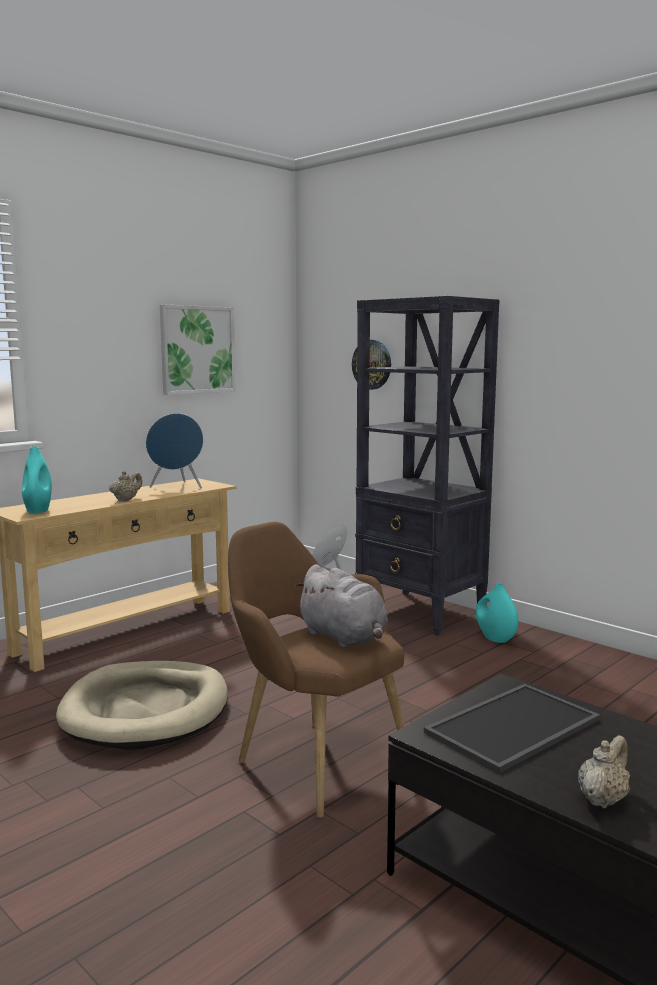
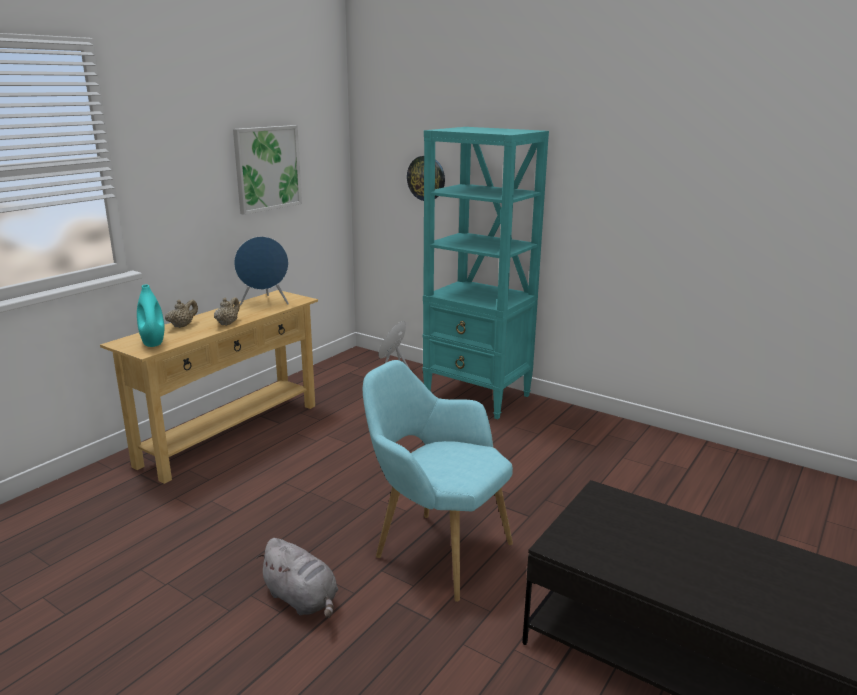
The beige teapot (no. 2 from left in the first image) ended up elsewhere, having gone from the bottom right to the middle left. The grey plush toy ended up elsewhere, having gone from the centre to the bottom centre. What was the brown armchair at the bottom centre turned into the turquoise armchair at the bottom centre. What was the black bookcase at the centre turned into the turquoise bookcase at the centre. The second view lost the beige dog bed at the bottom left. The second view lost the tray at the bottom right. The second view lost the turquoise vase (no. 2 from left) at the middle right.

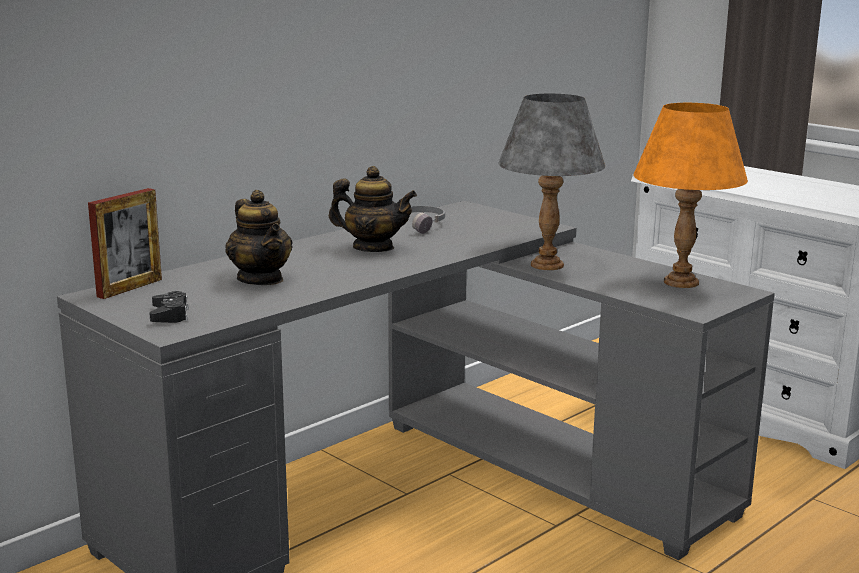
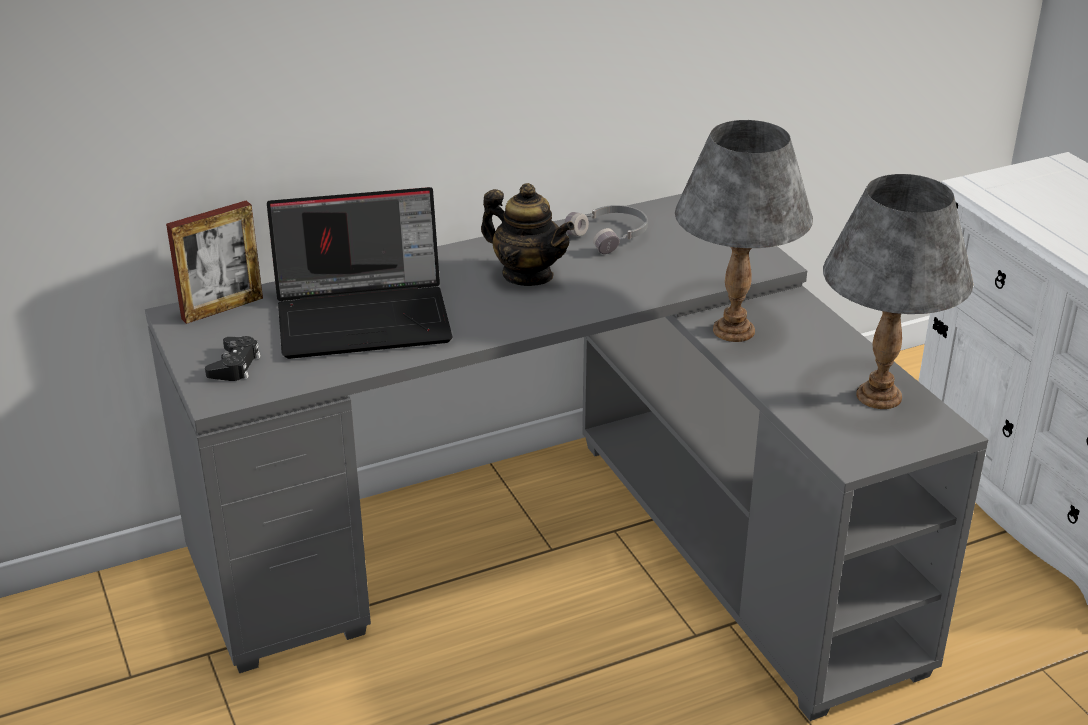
Where the teapot (no. 1 from left) stood at the middle left, the laptop came to stand at the middle left. What was the orange table lamp at the middle right turned into the grey table lamp (no. 2 from left) at the middle right.

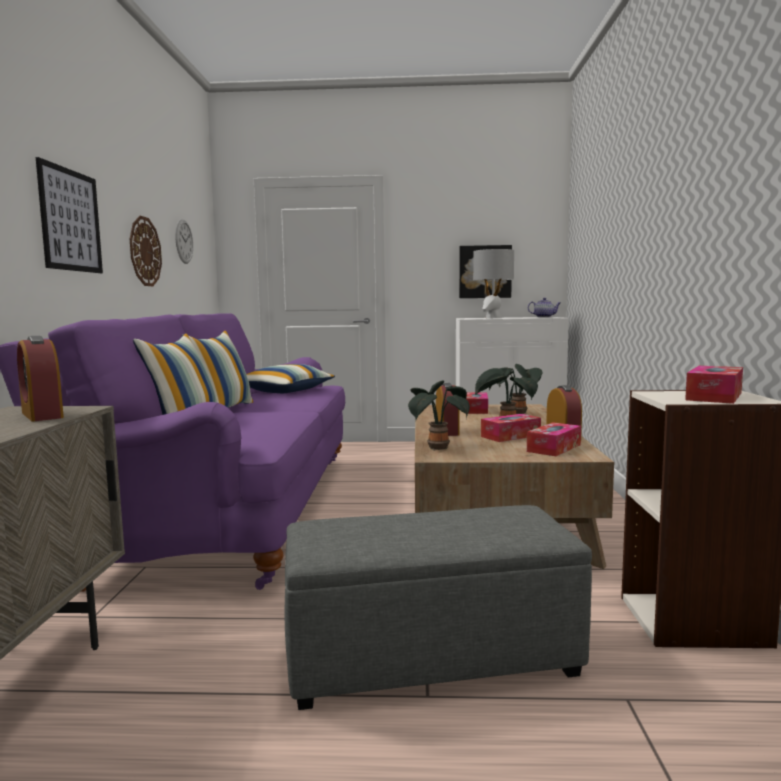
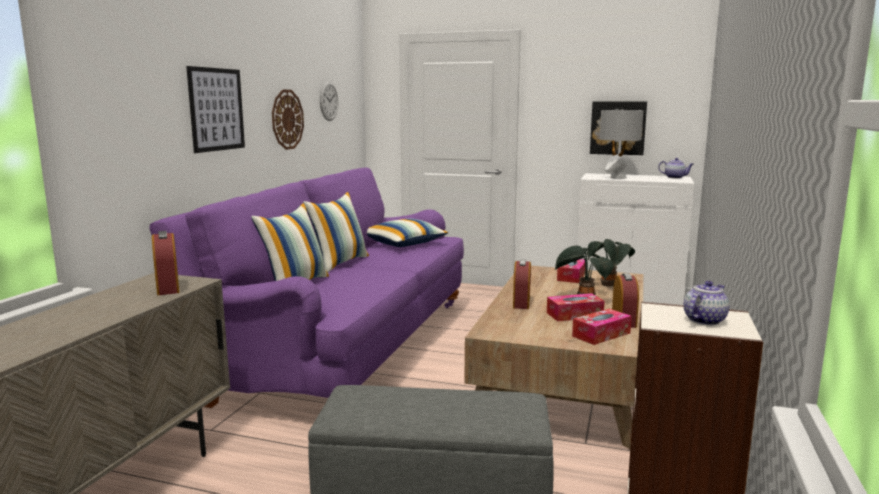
Where the tissue box (no. 4 from left) stood at the middle right, the teapot (no. 2 from left) came to stand at the middle right. The second view lost the potted plant (no. 1 from left) at the centre.

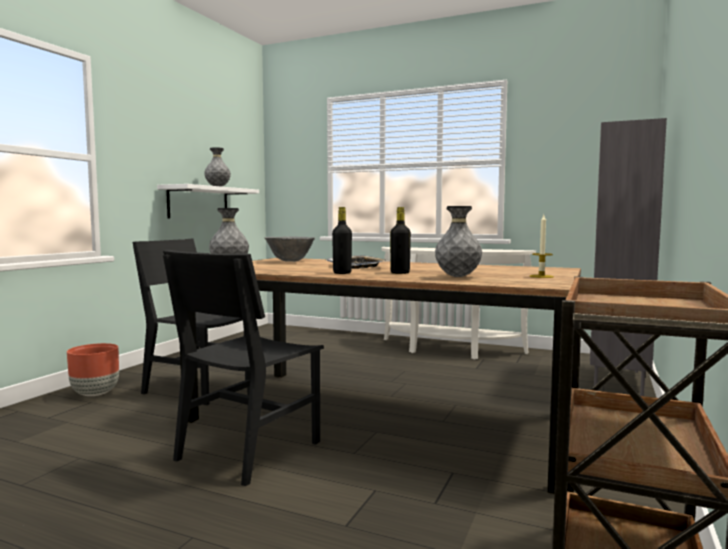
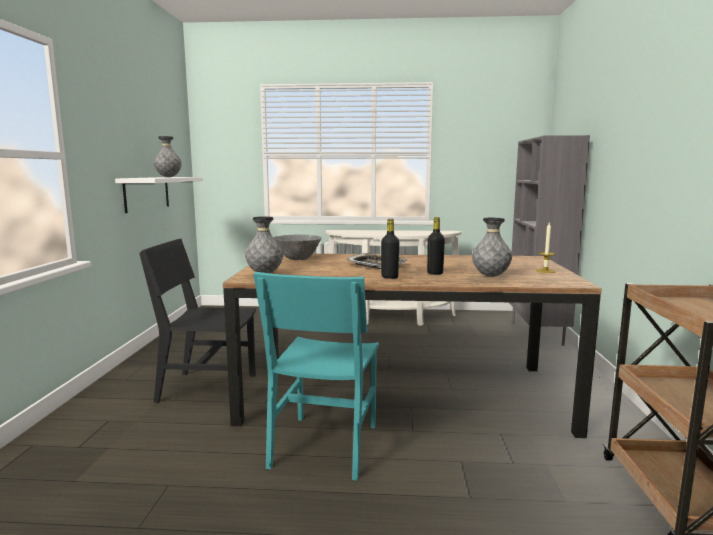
What was the black chair (no. 2 from left) at the bottom centre turned into the turquoise chair at the bottom centre. The second view lost the brown planter at the bottom left.

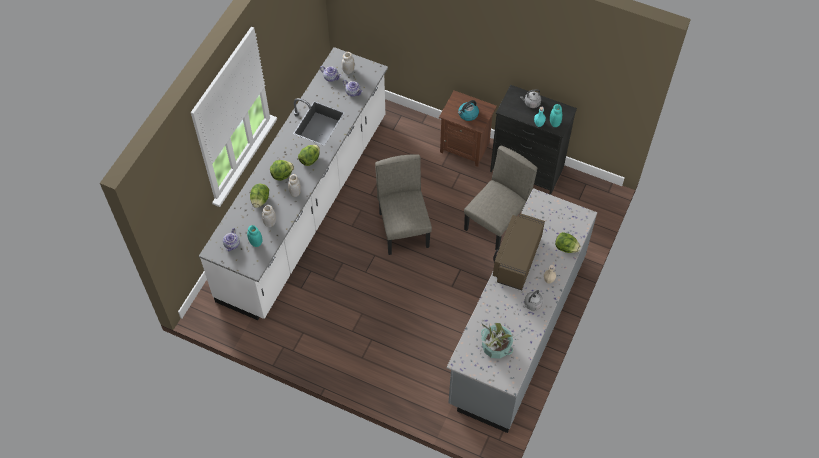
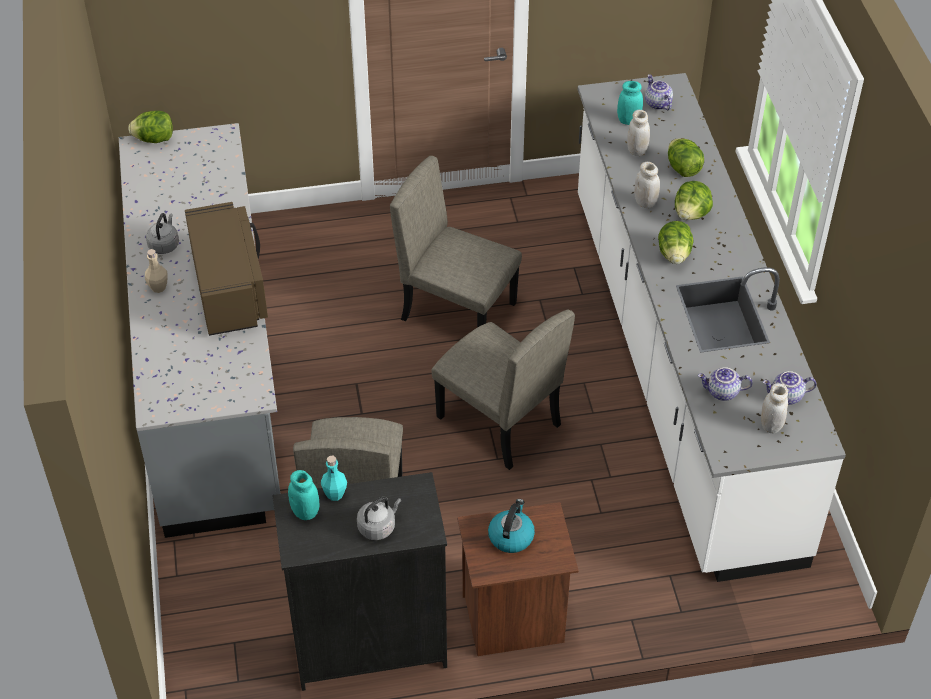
The lettuce (no. 4 from left in the first image) ended up elsewhere, having gone from the middle right to the top left. The second view gained the beige chair (no. 2 from left) at the centre. The second view lost the potted plant at the bottom centre.

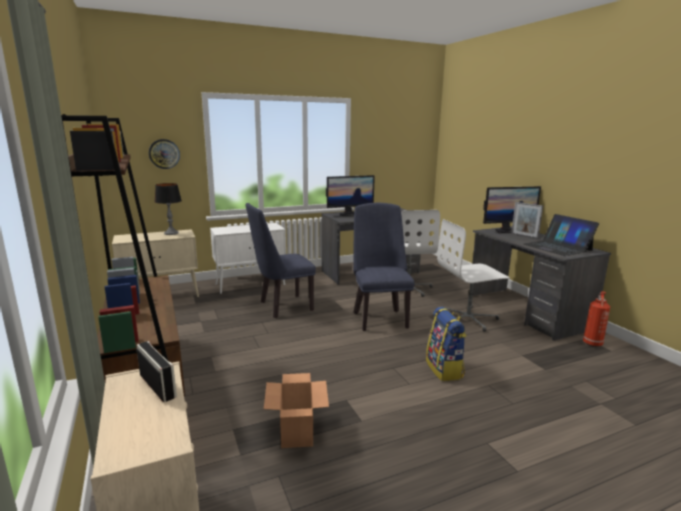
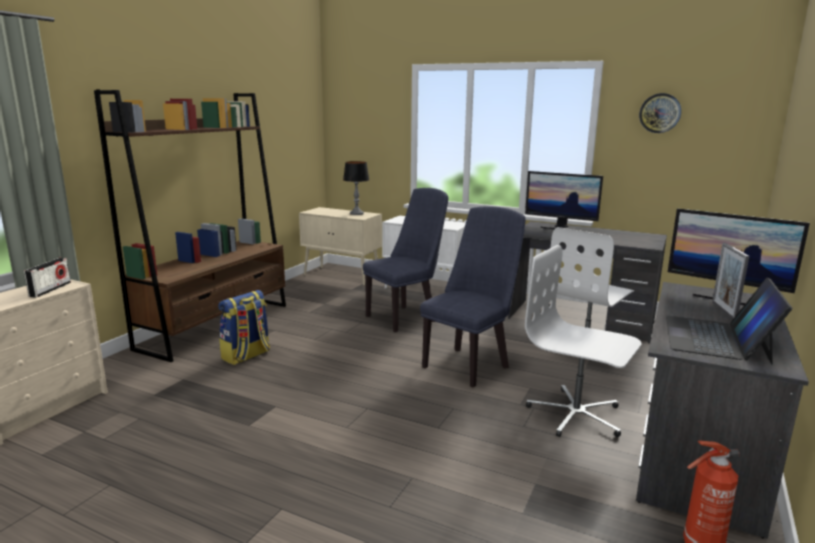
The backpack ended up elsewhere, having gone from the bottom centre to the middle left. The blue chair (no. 1 from left) at the centre ended up facing another way, 120 degrees clockwise from before. The wall clock ended up elsewhere, having gone from the top left to the top right. The second view lost the cardboard box at the bottom centre.

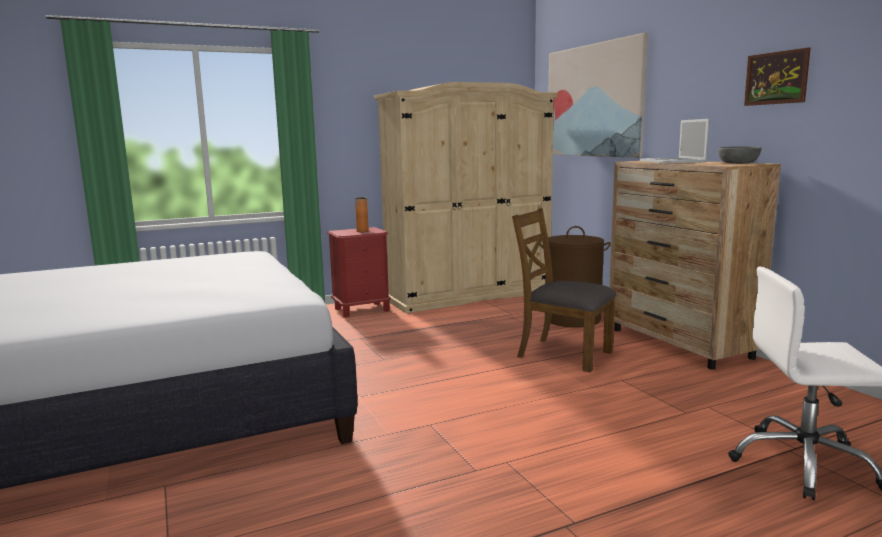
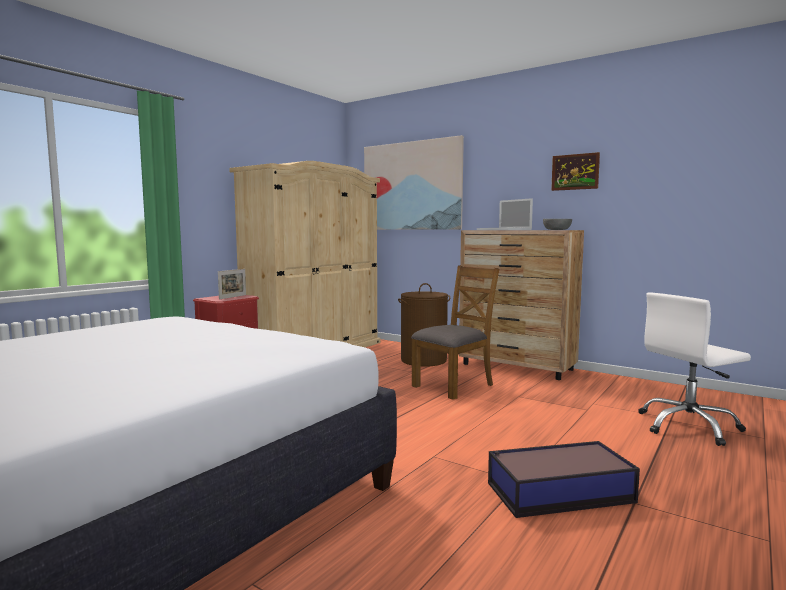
Where the orange vase stood at the centre, the picture frame came to stand at the middle left. The brown chair at the centre ended up facing another way, 135 degrees clockwise from before. The second view gained the storage box at the bottom right.

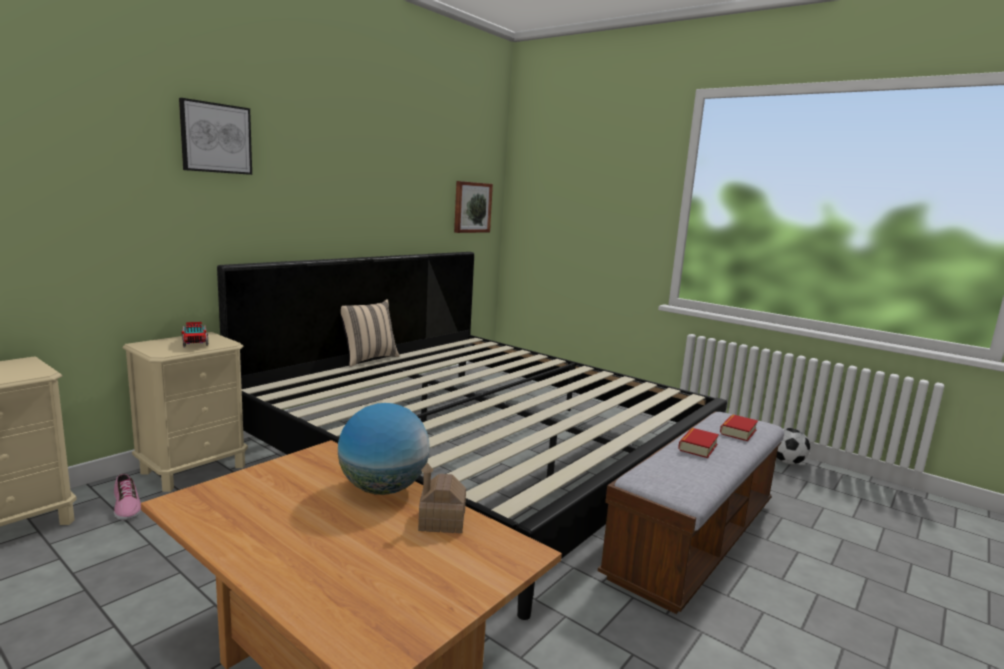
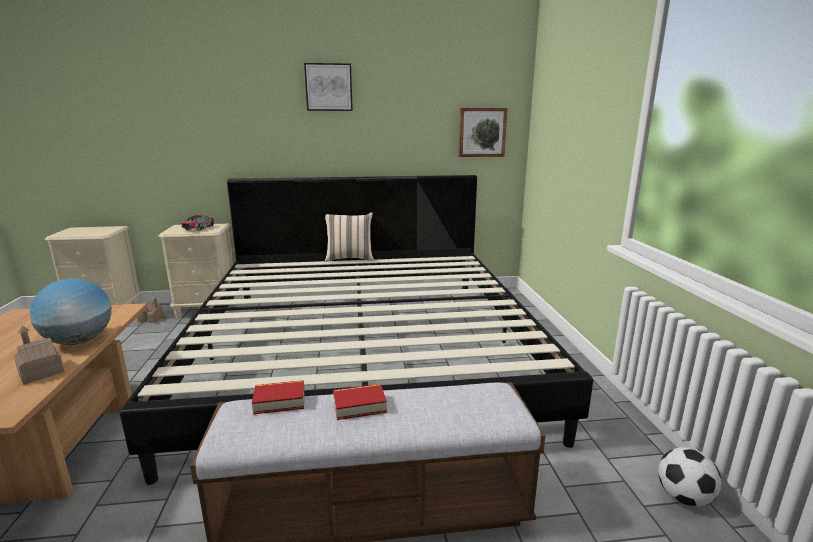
Where the shoe stood at the bottom left, the toy house (no. 2 from left) came to stand at the middle left. The book (no. 2 from left in the first image) ended up elsewhere, having gone from the middle right to the bottom centre. The picture (no. 1 from left) ended up elsewhere, having gone from the top left to the top centre.

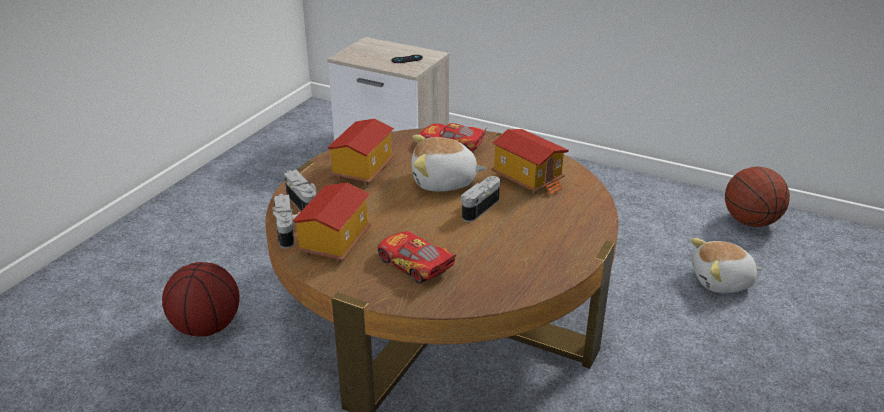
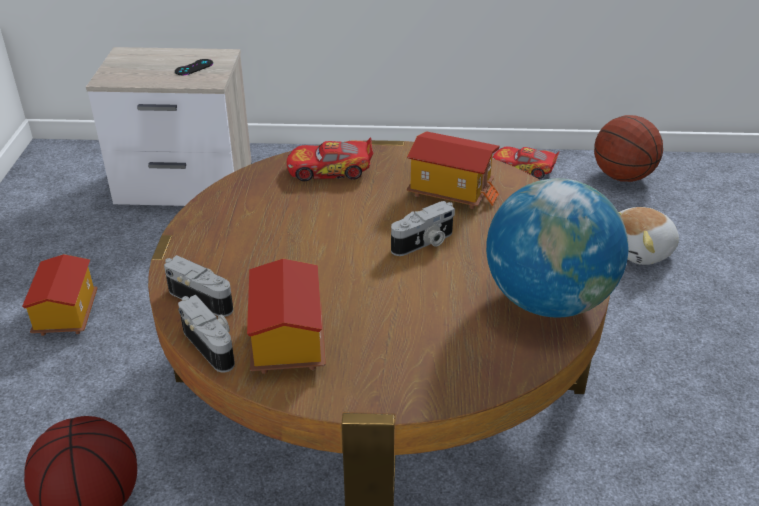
The toy house (no. 2 from left in the first image) ended up elsewhere, having gone from the centre to the middle left. The photo camera (no. 3 from left) at the centre ended up facing another way, 135 degrees counterclockwise from before. The second view gained the globe at the middle right. The toy car (no. 1 from left in the first image) ended up elsewhere, having gone from the centre to the top right. The second view lost the plush toy (no. 1 from left) at the centre.

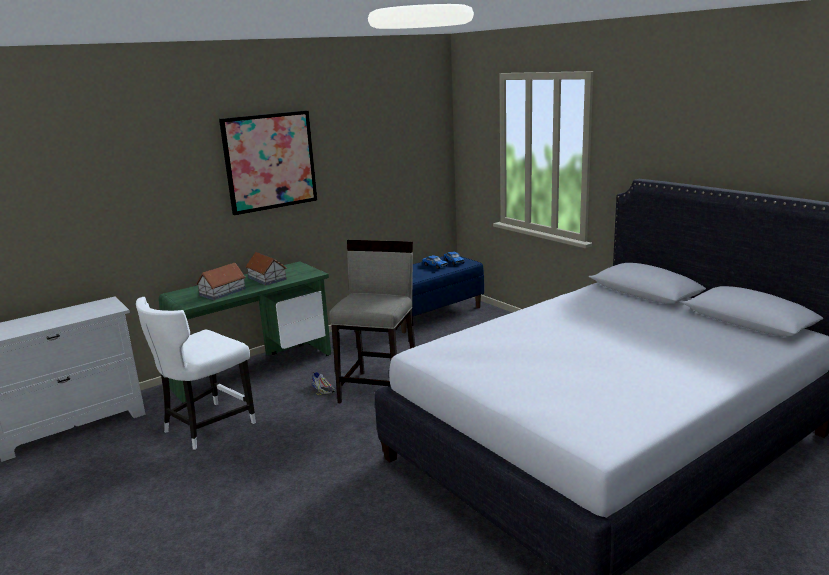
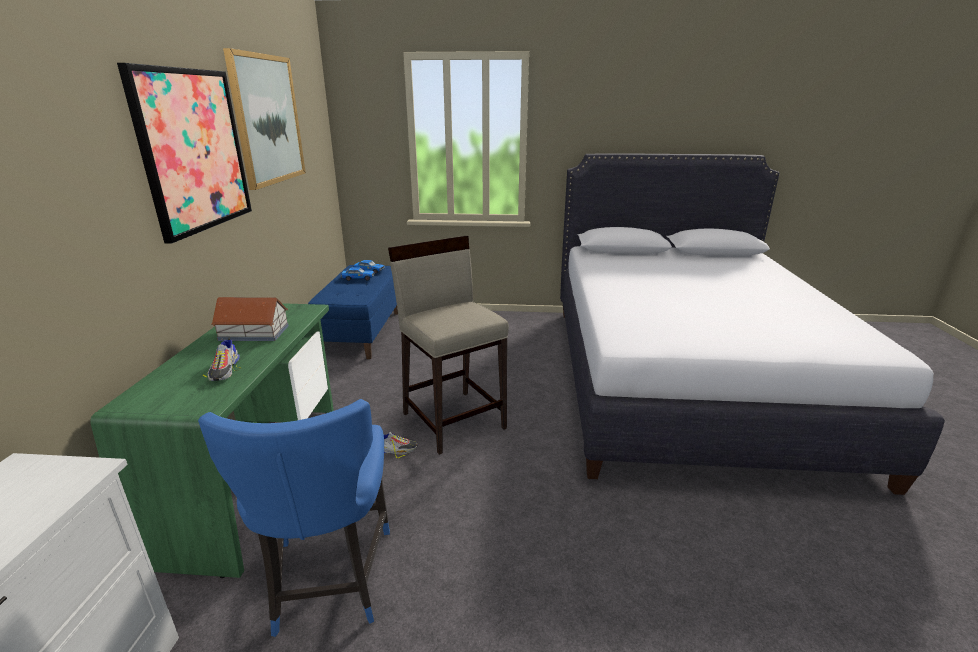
What was the white chair at the middle left turned into the blue chair at the bottom left. Where the toy house (no. 1 from left) stood at the middle left, the shoe (no. 1 from left) came to stand at the middle left. The second view gained the picture (no. 2 from left) at the top left.

